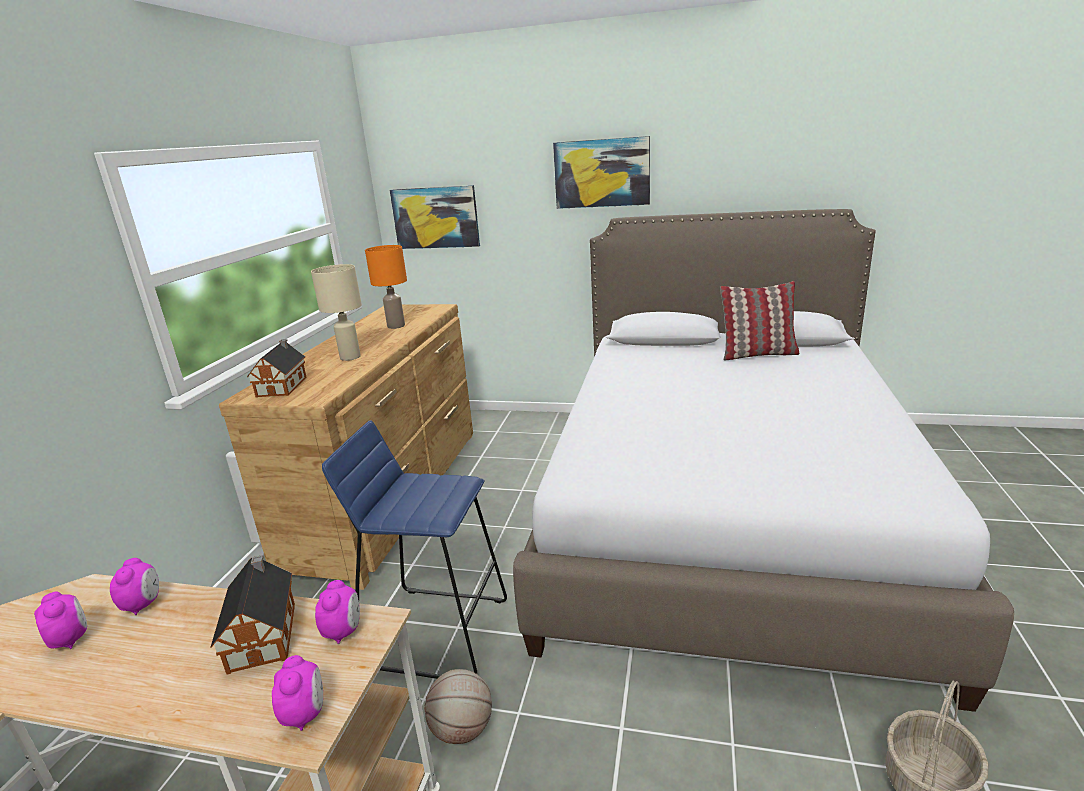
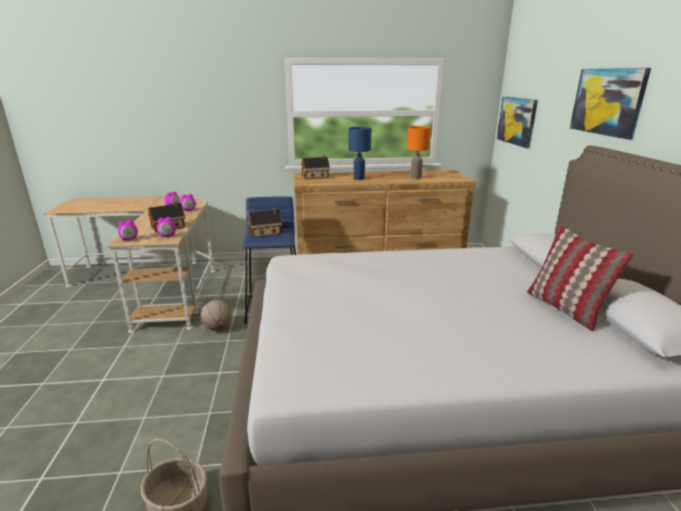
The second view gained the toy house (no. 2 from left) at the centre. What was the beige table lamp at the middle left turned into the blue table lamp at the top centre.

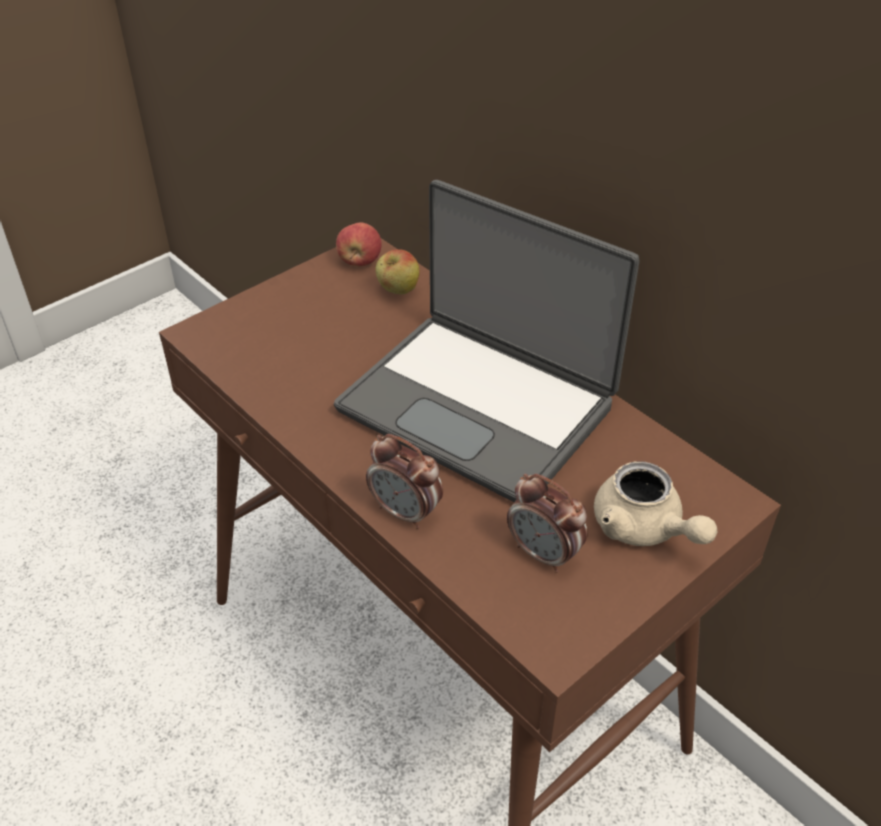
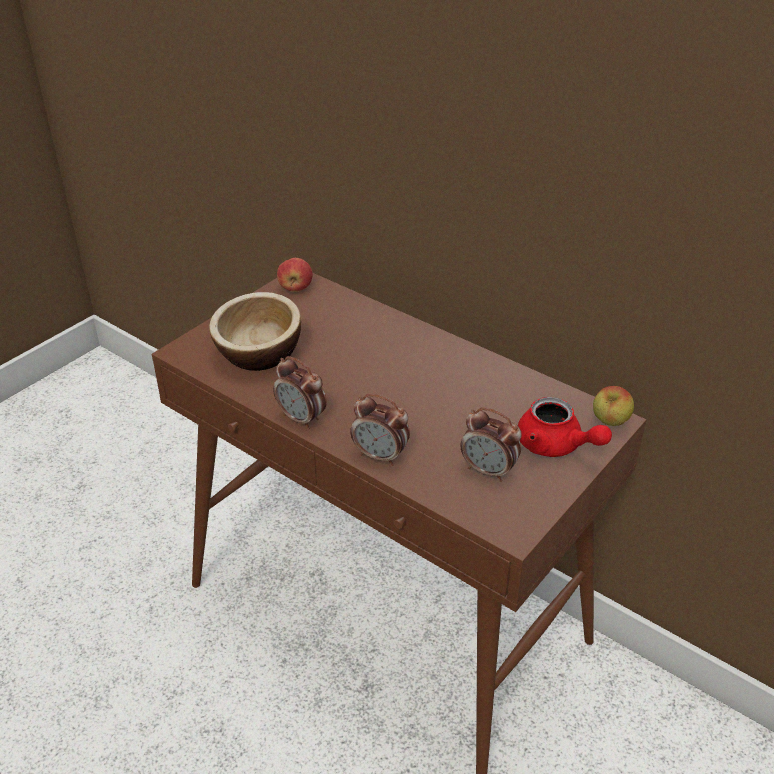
The second view gained the bowl at the middle left. The second view gained the alarm clock (no. 1 from left) at the centre. What was the beige teapot at the middle right turned into the red teapot at the middle right. The apple (no. 2 from left) ended up elsewhere, having gone from the top centre to the middle right. The second view lost the laptop at the centre.

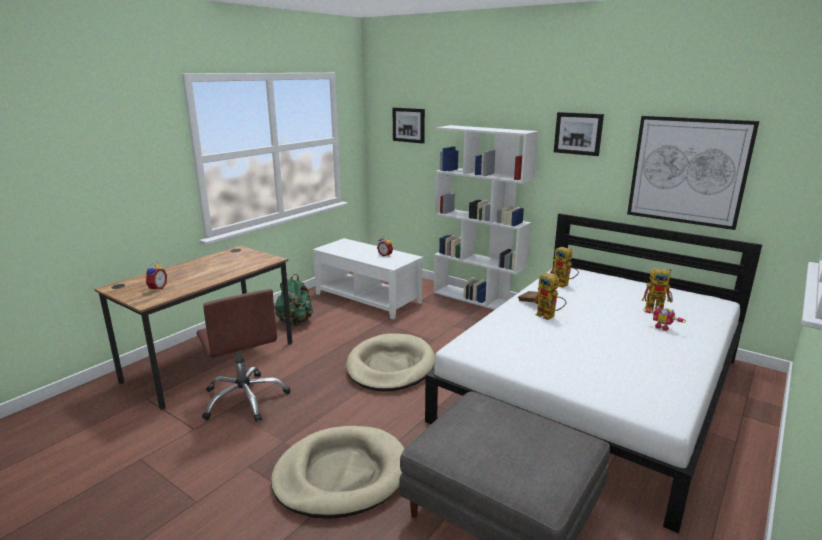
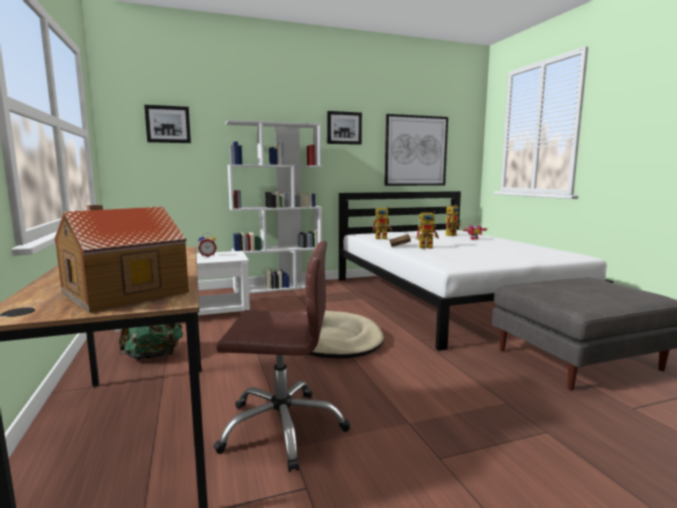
Where the alarm clock (no. 1 from left) stood at the middle left, the toy house came to stand at the middle left. The second view lost the beige dog bed (no. 1 from left) at the bottom centre.

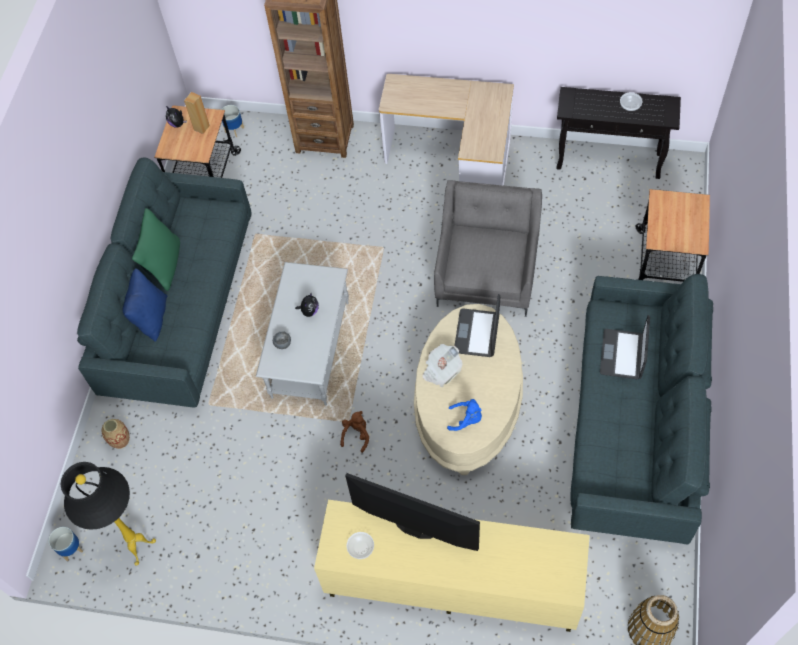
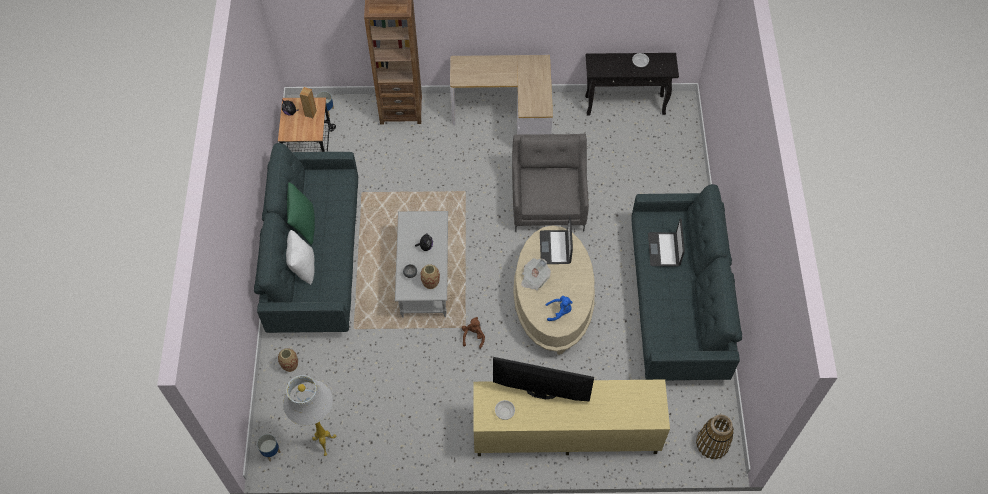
What was the black floor lamp at the bottom left turned into the white floor lamp at the bottom left. What was the blue pillow at the middle left turned into the white pillow at the middle left. The second view gained the vase (no. 2 from left) at the centre. The second view lost the cart (no. 2 from left) at the middle right.

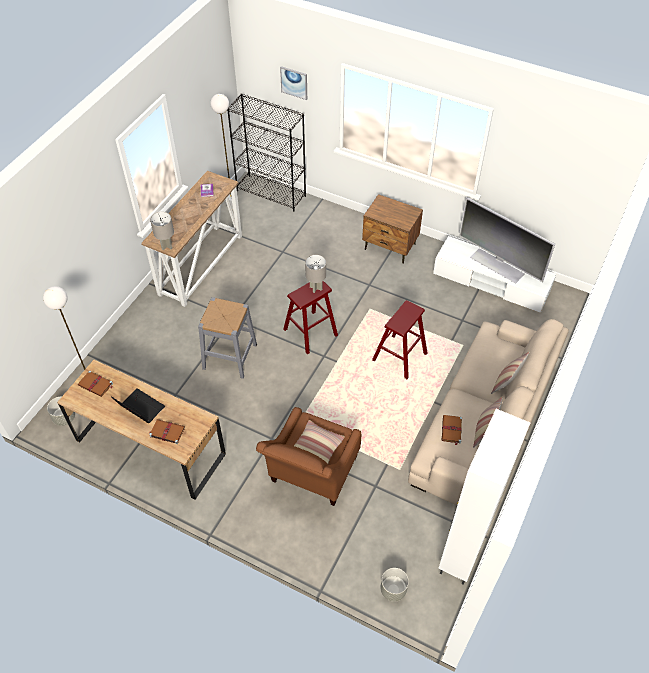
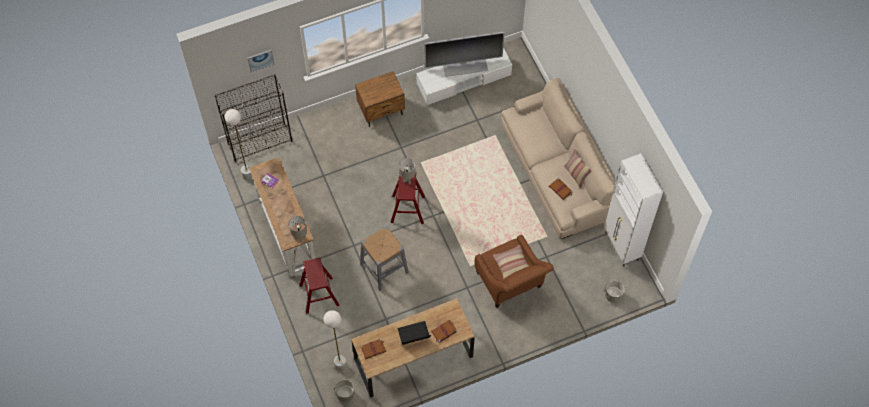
The red stool (no. 2 from left in the first image) ended up elsewhere, having gone from the centre to the bottom centre. The second view lost the pillow (no. 3 from left) at the middle right.

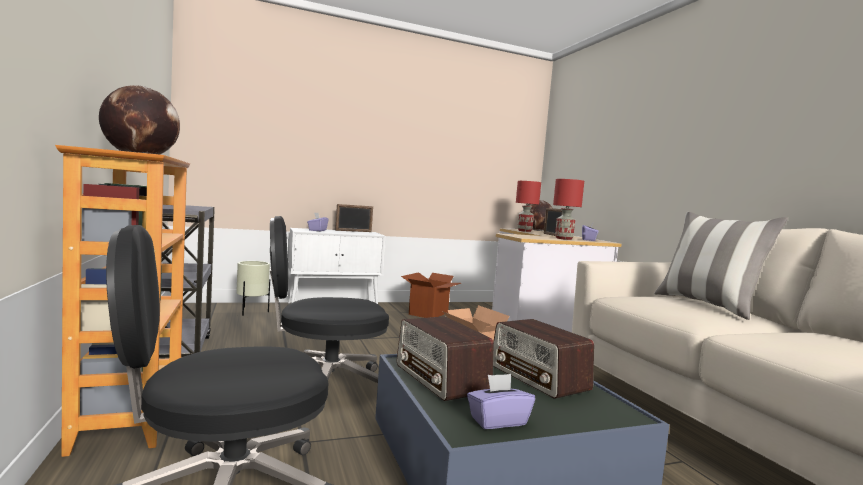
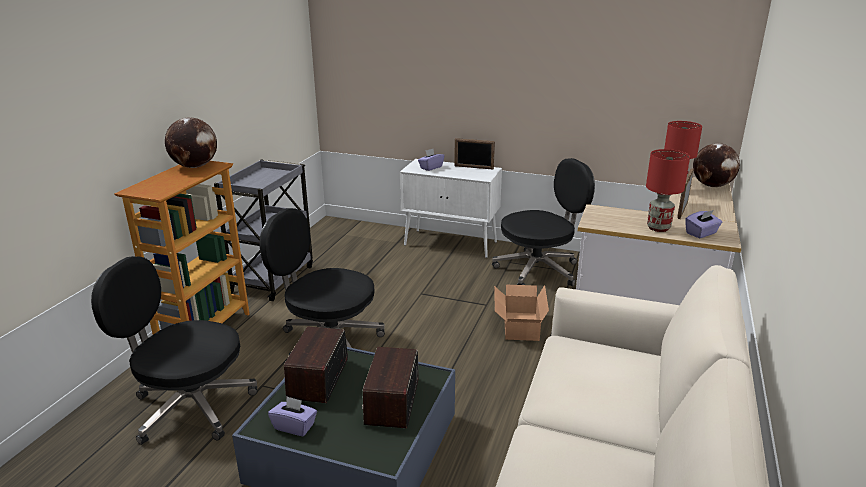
Where the cardboard box (no. 1 from left) stood at the centre, the black office chair (no. 3 from left) came to stand at the centre. The second view lost the beige planter at the middle left. The second view lost the pillow at the middle right.

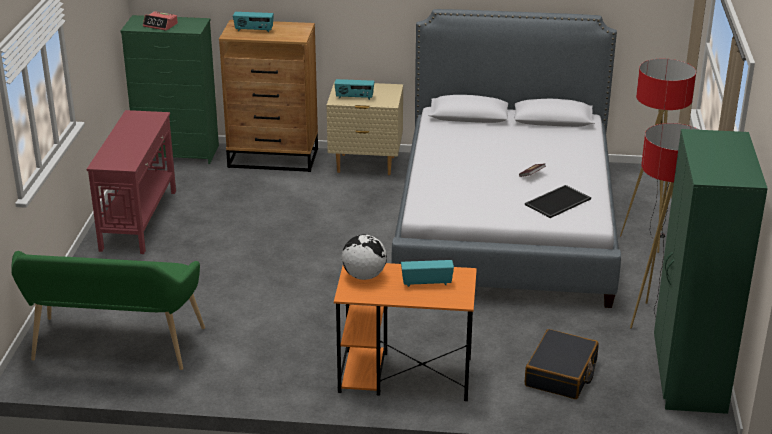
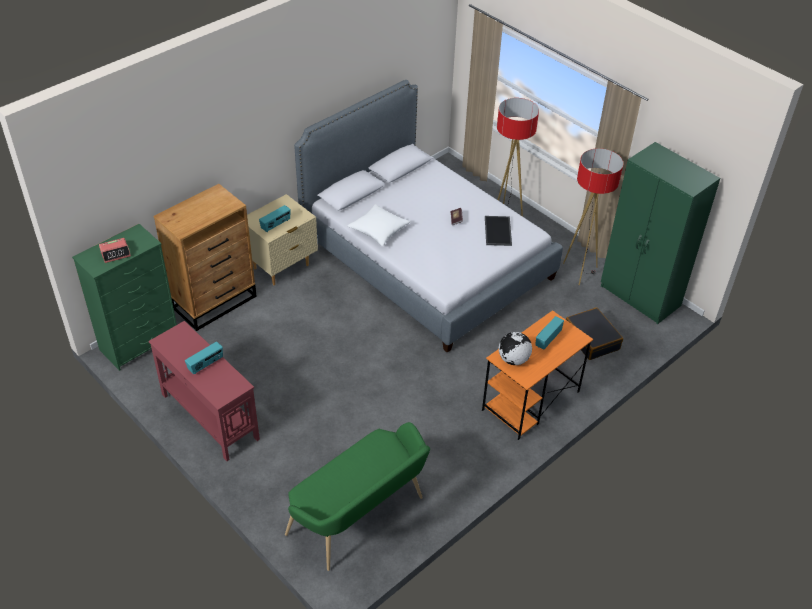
The radio (no. 1 from left) ended up elsewhere, having gone from the top left to the middle left. The second view gained the white pillow at the centre.

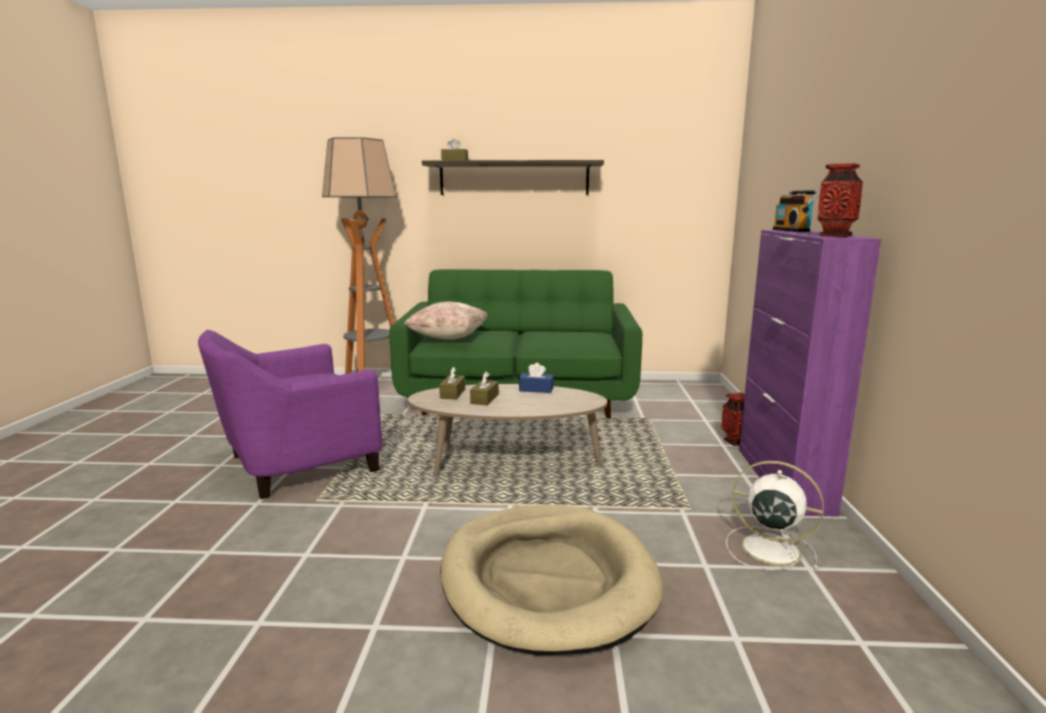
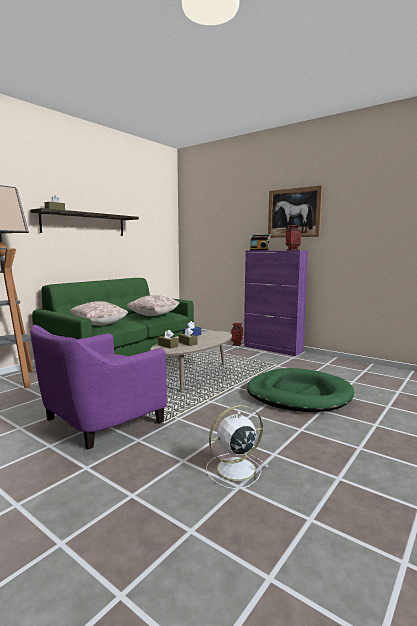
The purple armchair at the middle left ended up facing another way, 45 degrees clockwise from before. The second view gained the beige pillow (no. 2 from left) at the centre. The white fan ended up elsewhere, having gone from the bottom right to the bottom centre. What was the beige dog bed at the bottom centre turned into the green dog bed at the middle right. The second view gained the picture at the middle right.

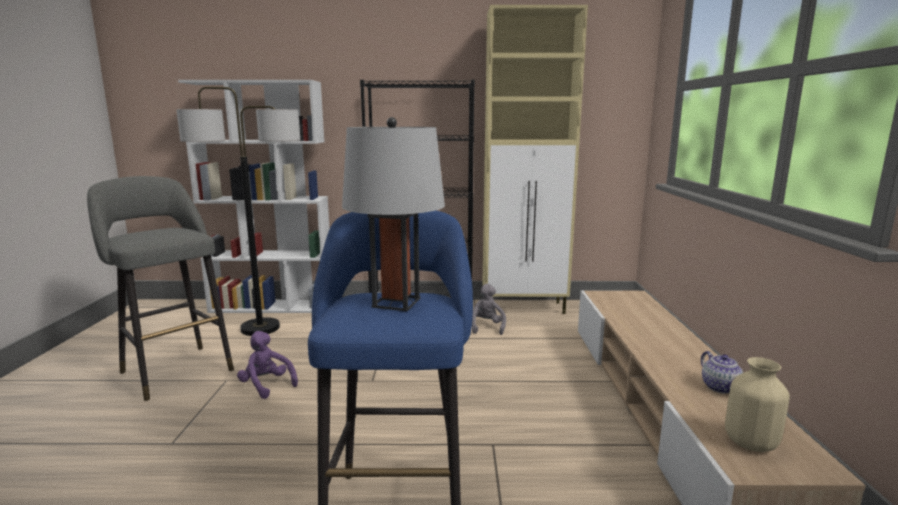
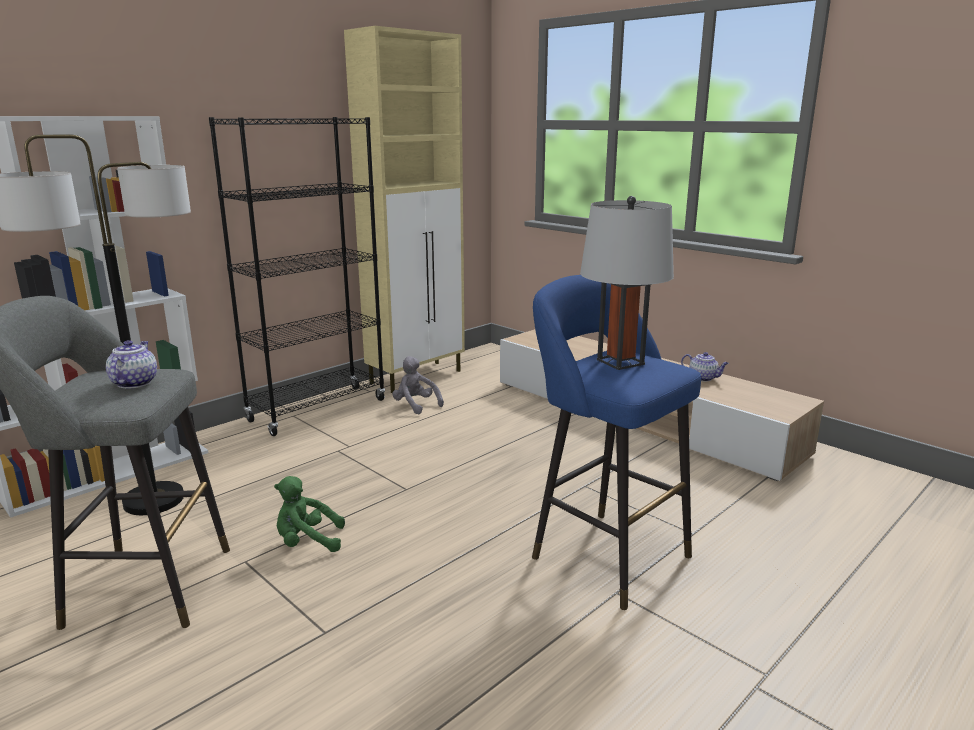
The second view gained the teapot (no. 1 from left) at the middle left. What was the purple plush toy at the bottom left turned into the green plush toy at the bottom left. The second view lost the beige vase at the bottom right.

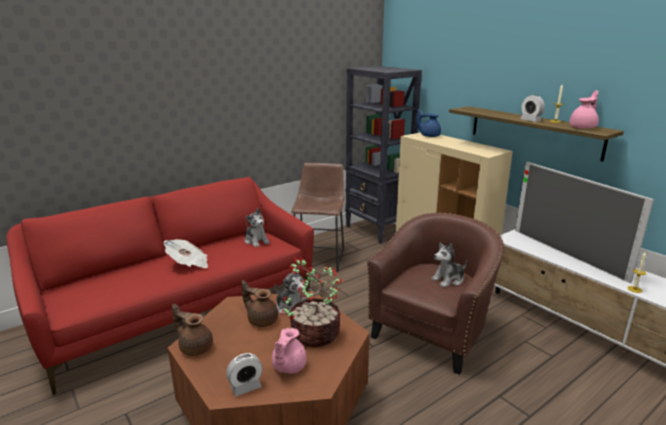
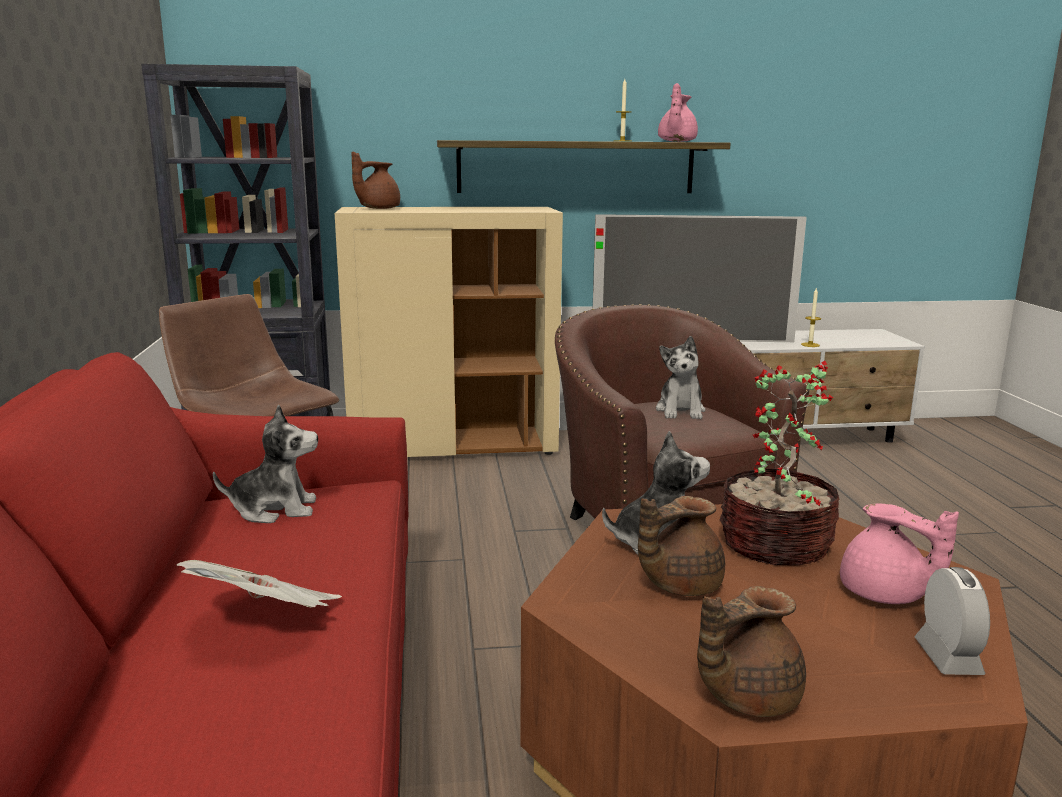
What was the blue teapot at the top centre turned into the brown teapot (no. 1 from left) at the top centre. The pink teapot (no. 2 from left in the first image) at the top right ended up facing another way, 150 degrees counterclockwise from before. The second view lost the alarm clock (no. 2 from left) at the top right.

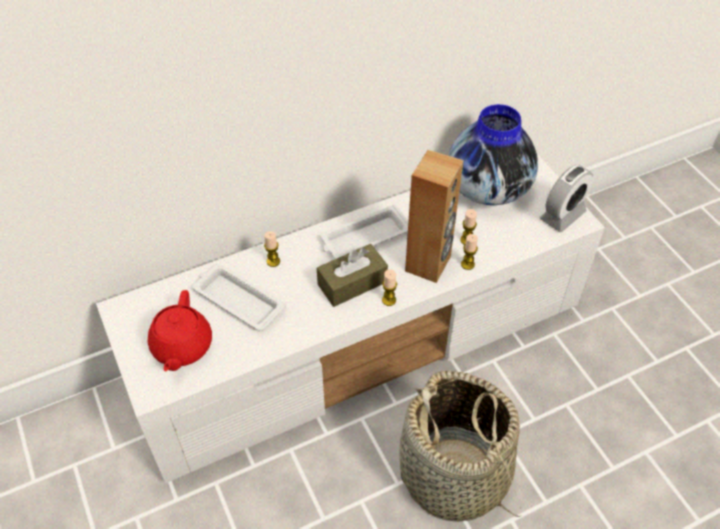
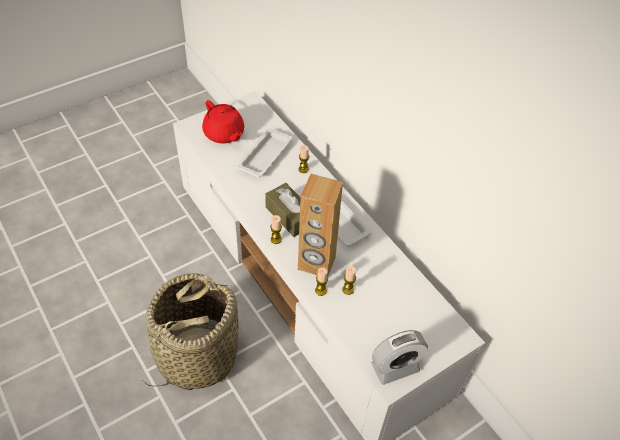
The red teapot at the middle left ended up facing another way, 120 degrees counterclockwise from before. The alarm clock at the middle right ended up facing another way, 60 degrees counterclockwise from before. The second view lost the vase at the top right.

